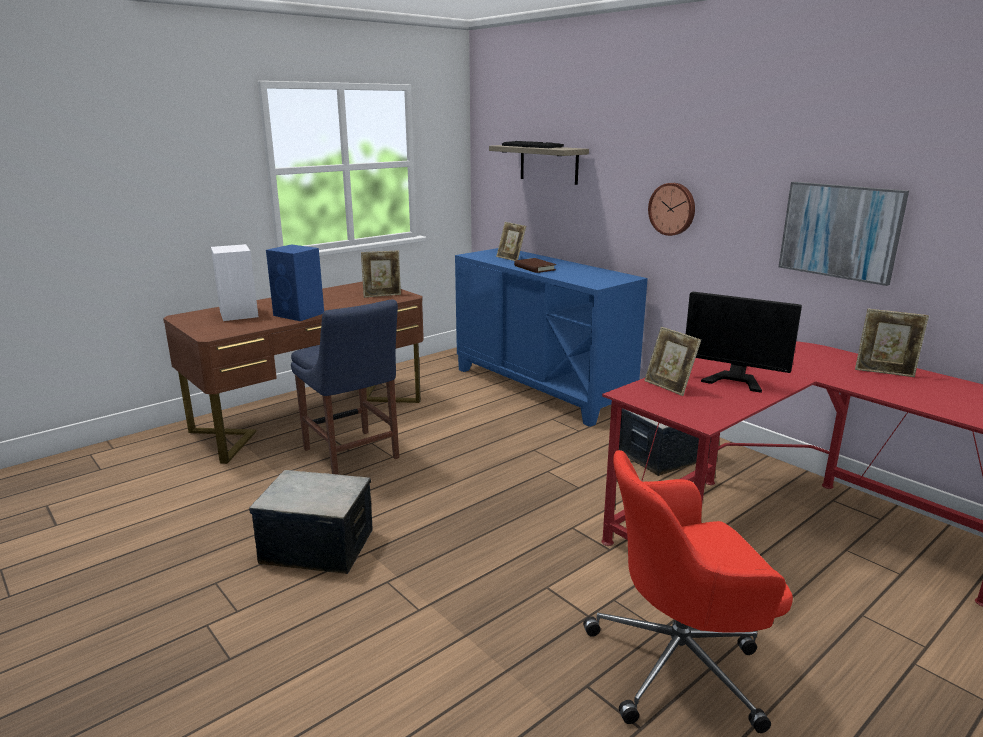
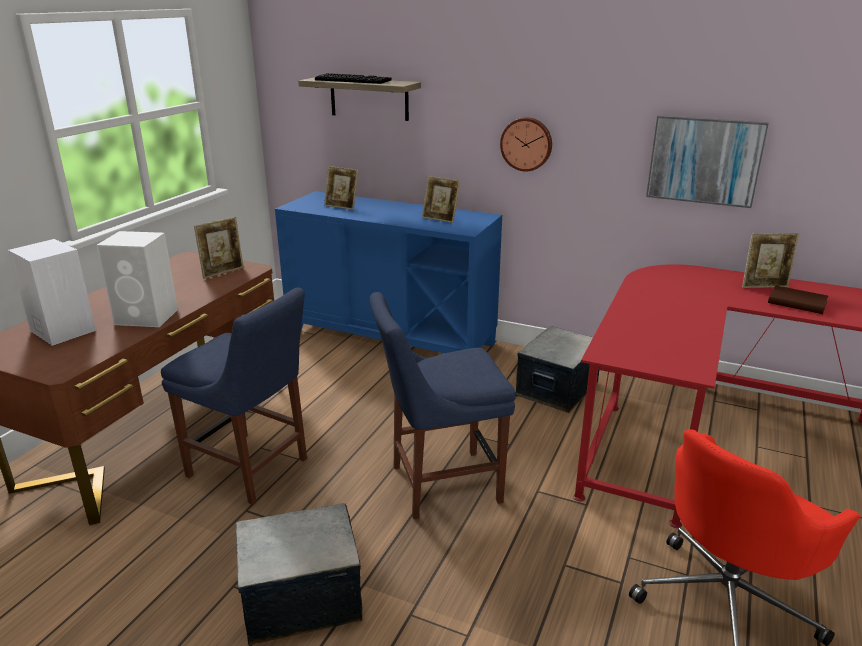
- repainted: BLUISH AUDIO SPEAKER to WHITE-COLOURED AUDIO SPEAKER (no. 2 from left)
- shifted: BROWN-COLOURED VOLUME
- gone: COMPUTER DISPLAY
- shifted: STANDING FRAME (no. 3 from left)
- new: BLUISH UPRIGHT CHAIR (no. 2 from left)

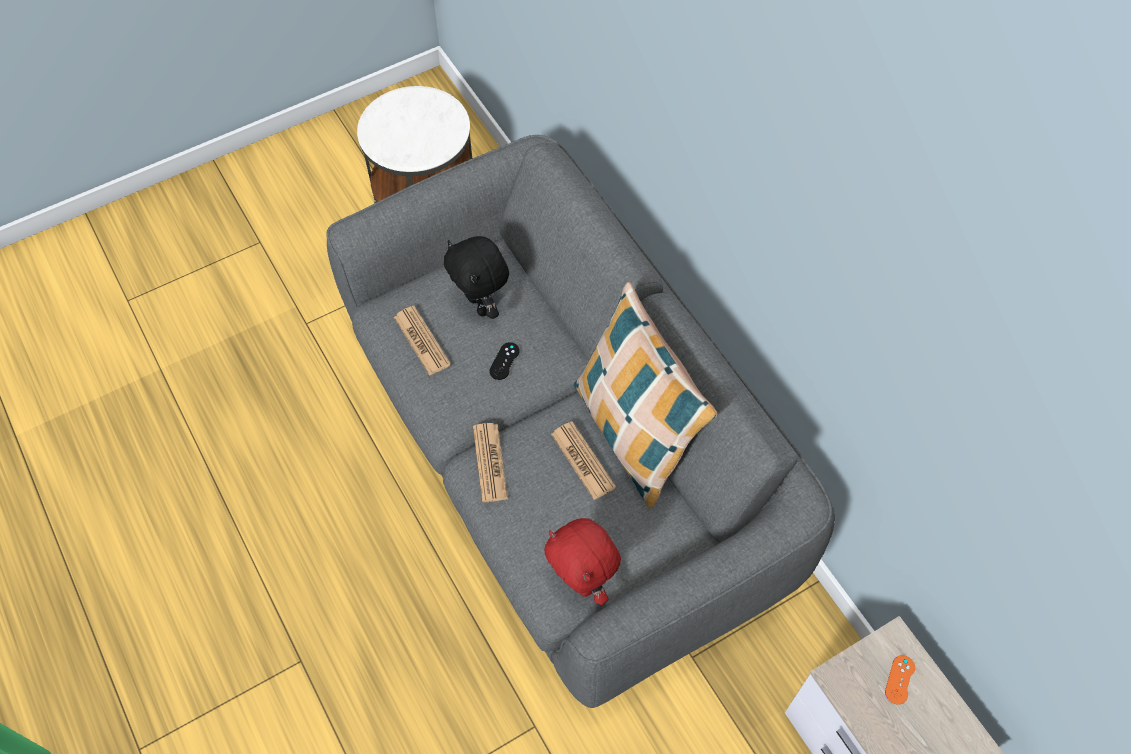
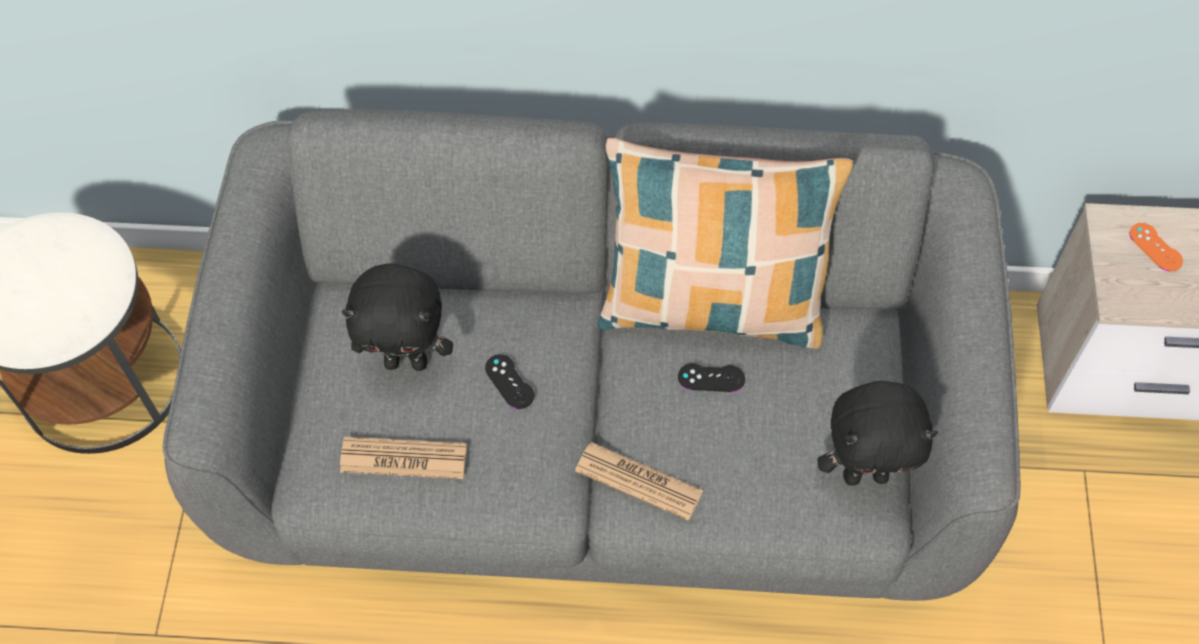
- swapped: PRINTED PAPER (no. 3 from left) to BLACK GAME CONTROLLER (no. 2 from left)
- repainted: RED PLUSH TOY to BLACK PLUSH TOY (no. 2 from left)

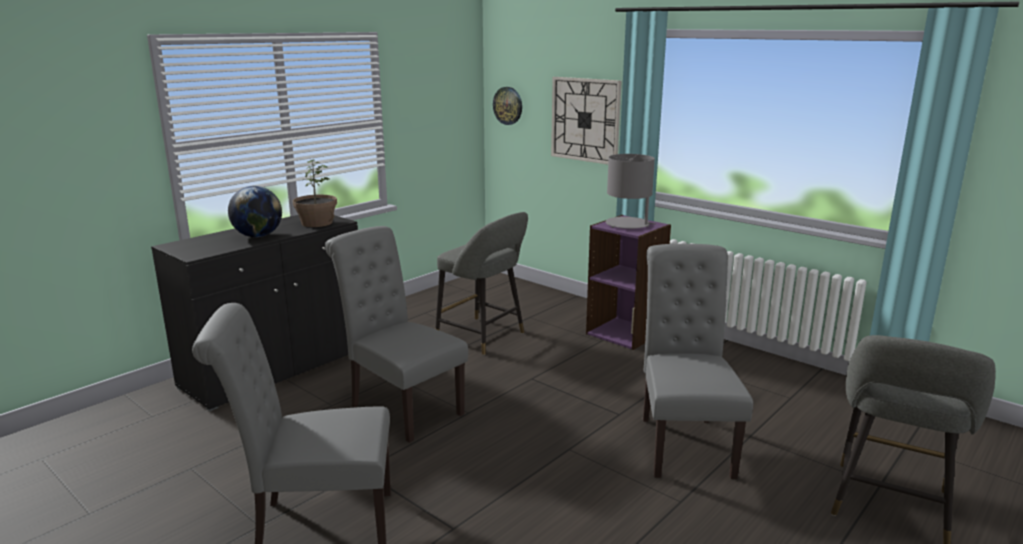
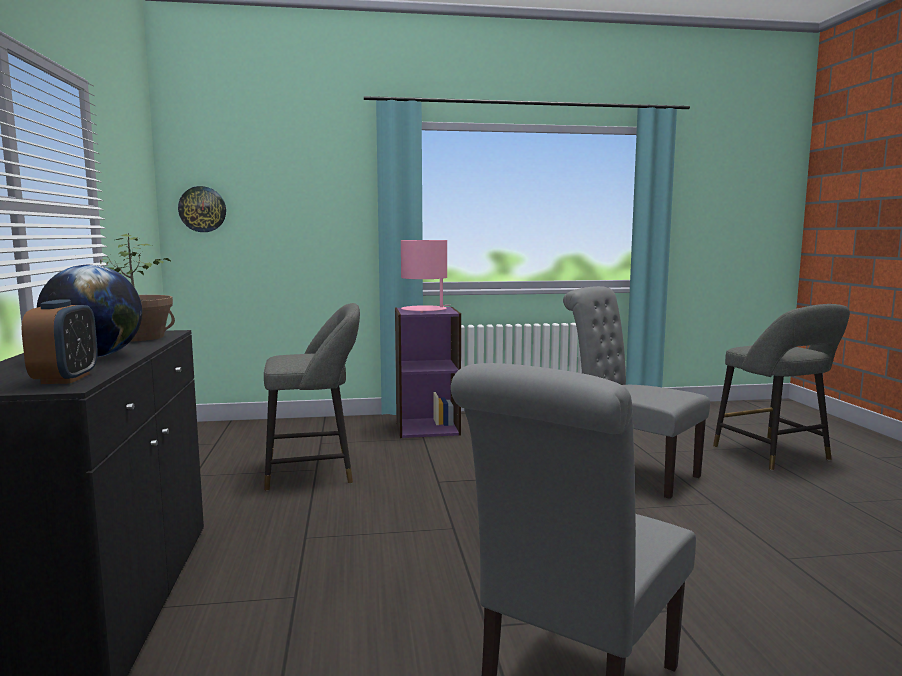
- gone: HANGING CLOCK (no. 2 from left)
- repainted: GRAY TABLE LAMP to PINK-COLOURED TABLE LAMP
- gone: GRAY UPRIGHT CHAIR (no. 2 from left)
- new: TABLE CLOCK

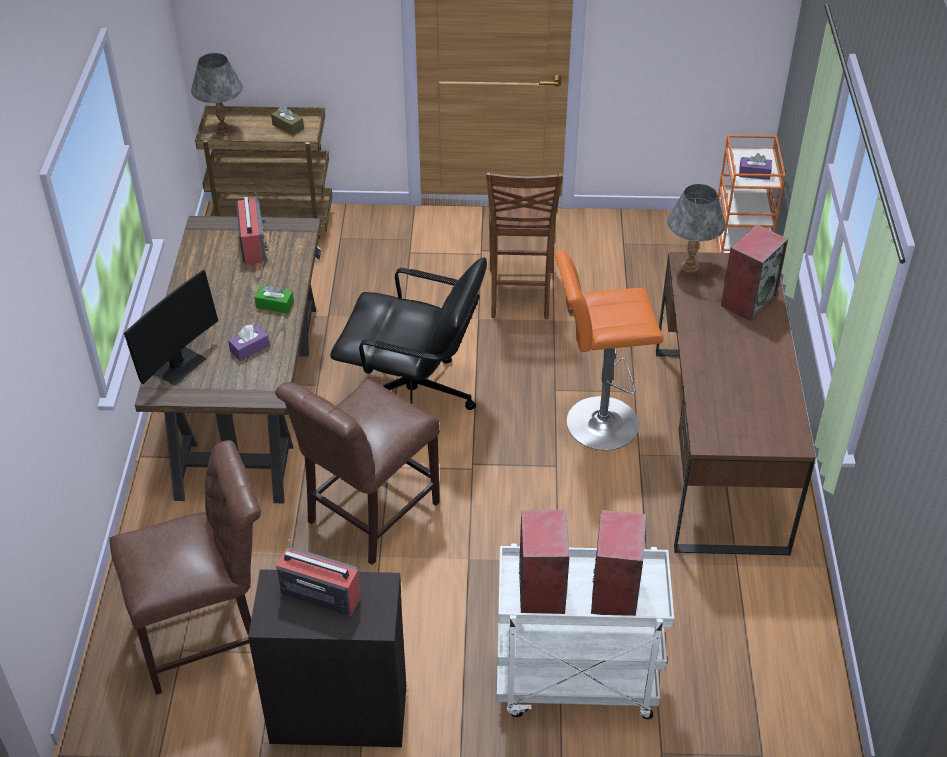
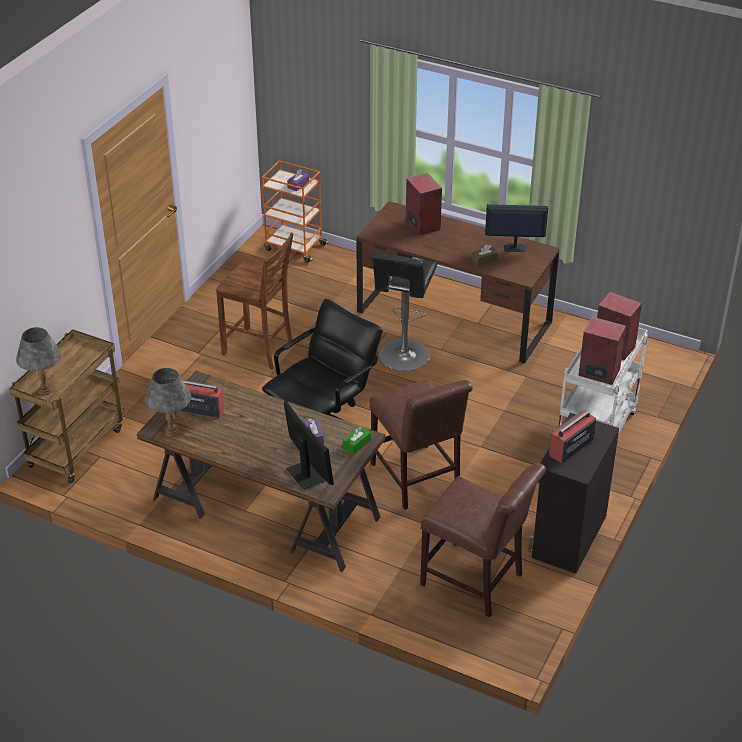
- shifted: BROWN-COLOURED TISSUE HOLDER
- shifted: GRAY TABLE LAMP (no. 2 from left)
- repainted: ORANGEY STOOL to BLACK STOOL
- shifted: GREEN TISSUE HOLDER
- rotated: BROWN-COLOURED UPRIGHT CHAIR (no. 1 from left in the first image) 120 degrees clockwise
- new: COMPUTER DISPLAY (no. 2 from left)

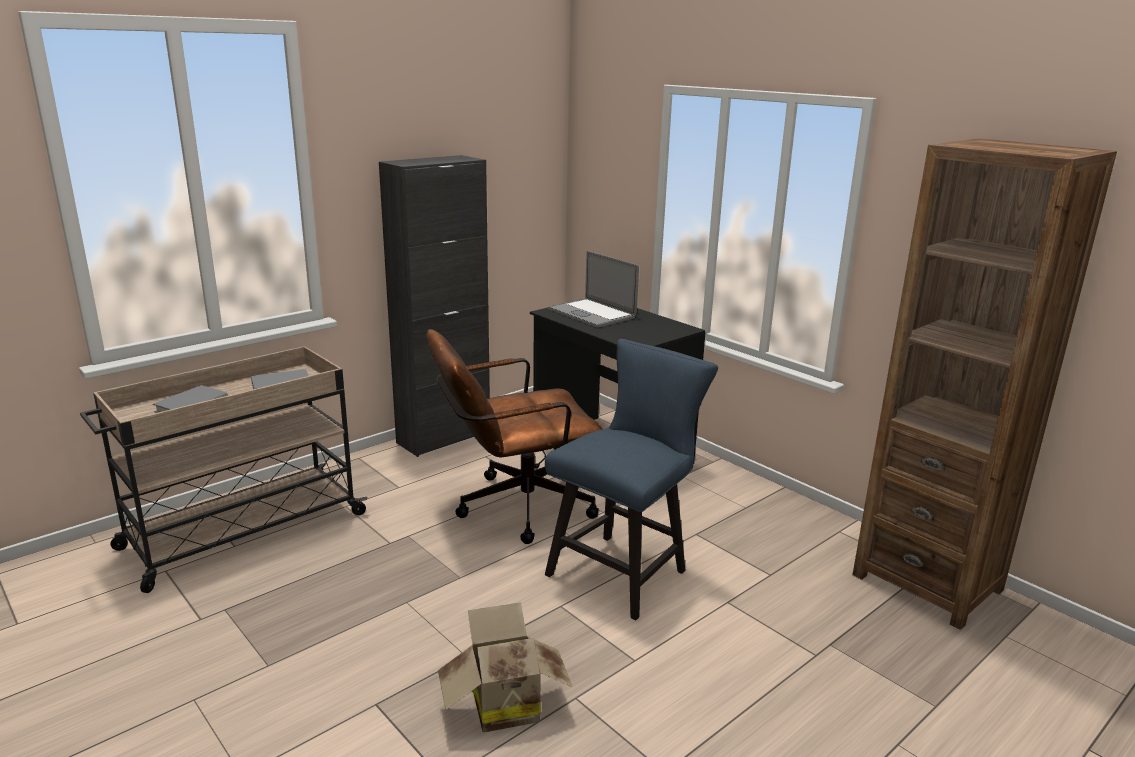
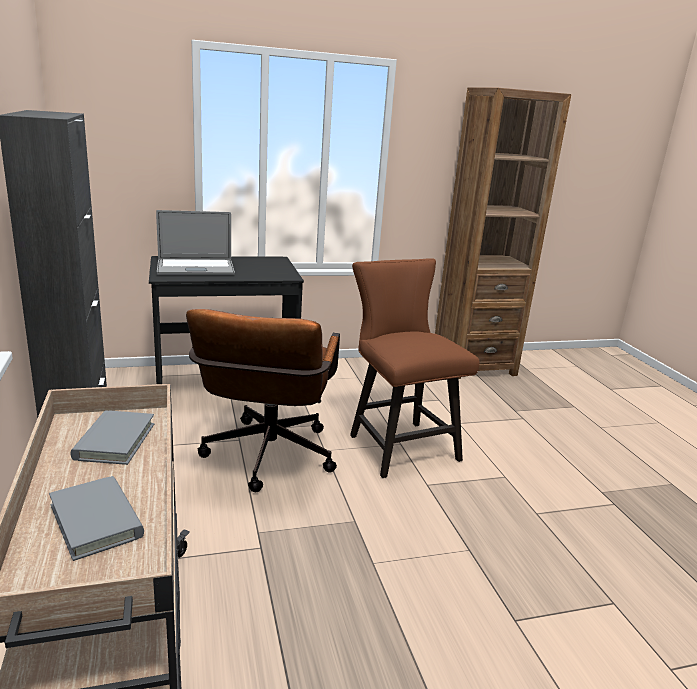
- repainted: BLUISH UPRIGHT CHAIR to BROWN-COLOURED UPRIGHT CHAIR
- gone: CARDBOARD BOX

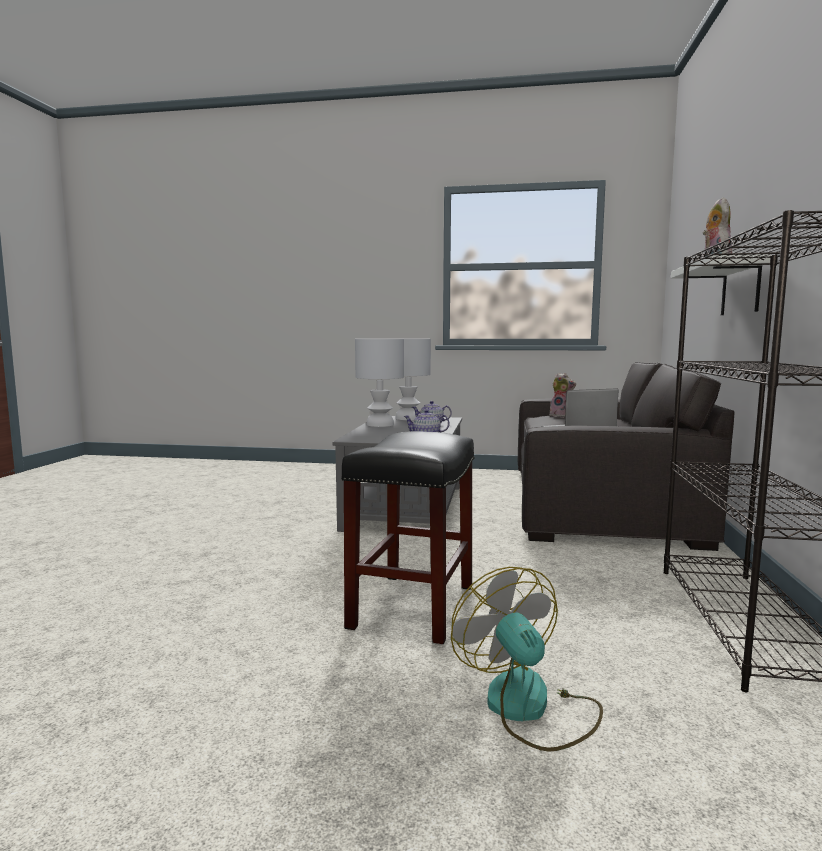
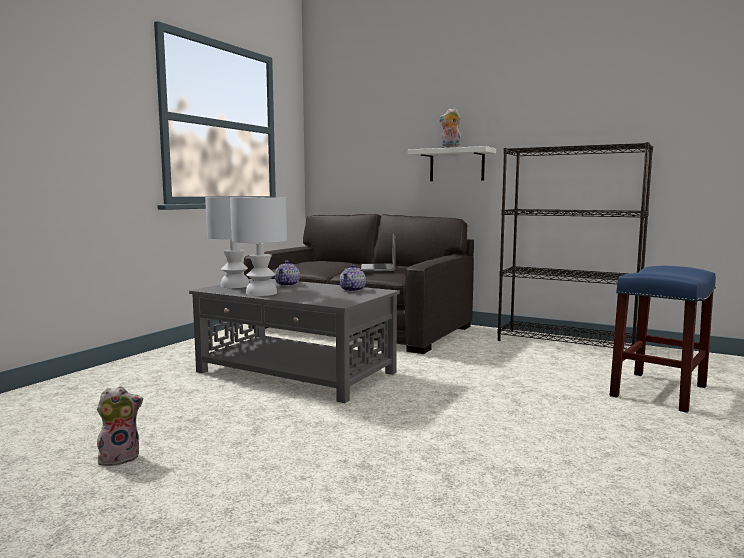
- shifted: PLUSH TOY (no. 1 from left)
- gone: BLACK STOOL
- swapped: ELECTRIC FAN to BLUISH STOOL

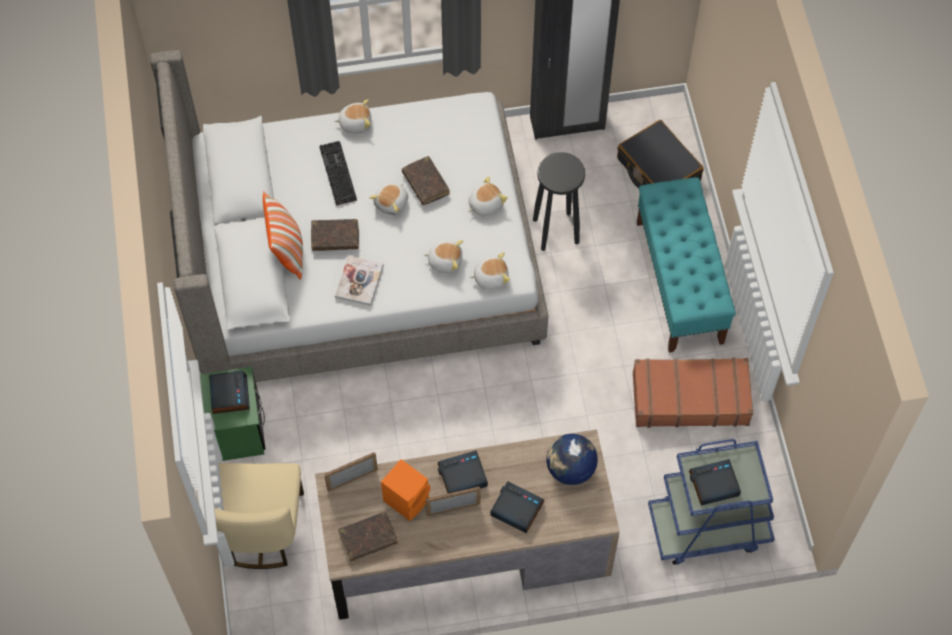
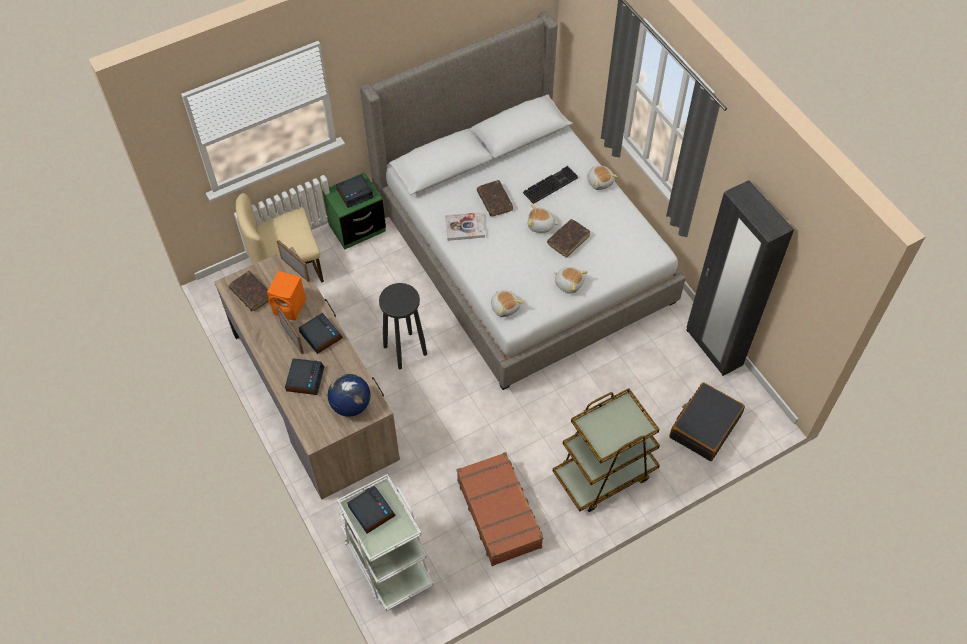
- shifted: BLACK STOOL
- swapped: TURQUOISE LONG SEAT to BROWN-COLOURED CART
- gone: CUSHION
- gone: PLUSH TOY (no. 3 from left)
- repainted: BLUISH CART to WHITE-COLOURED CART

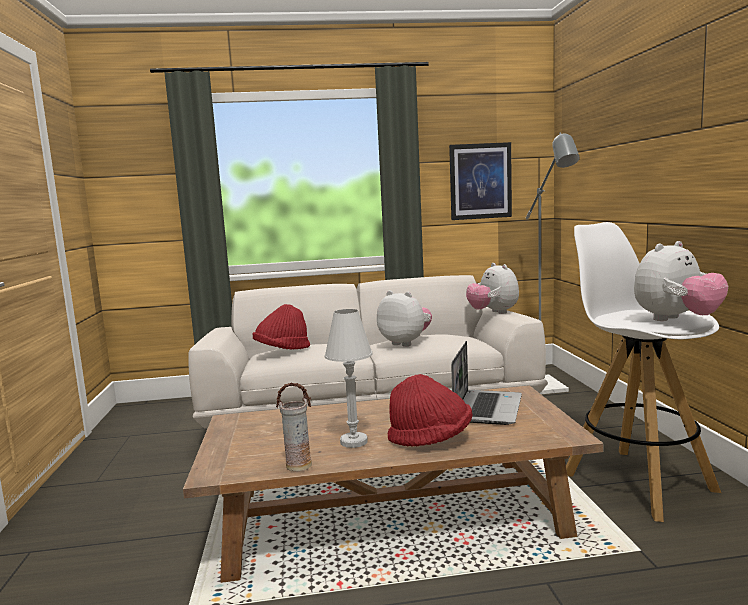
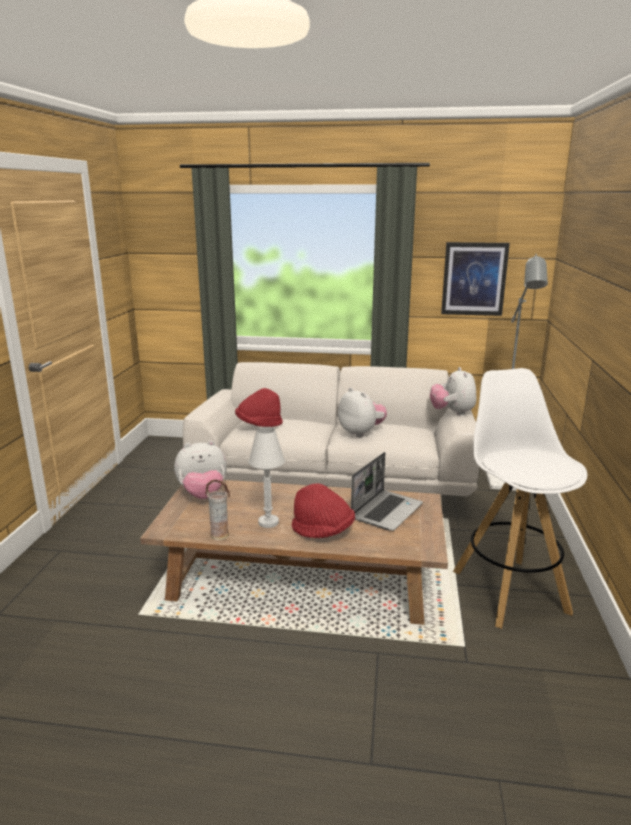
- shifted: PLUSH TOY (no. 3 from left in the first image) to PLUSH TOY (no. 1 from left)

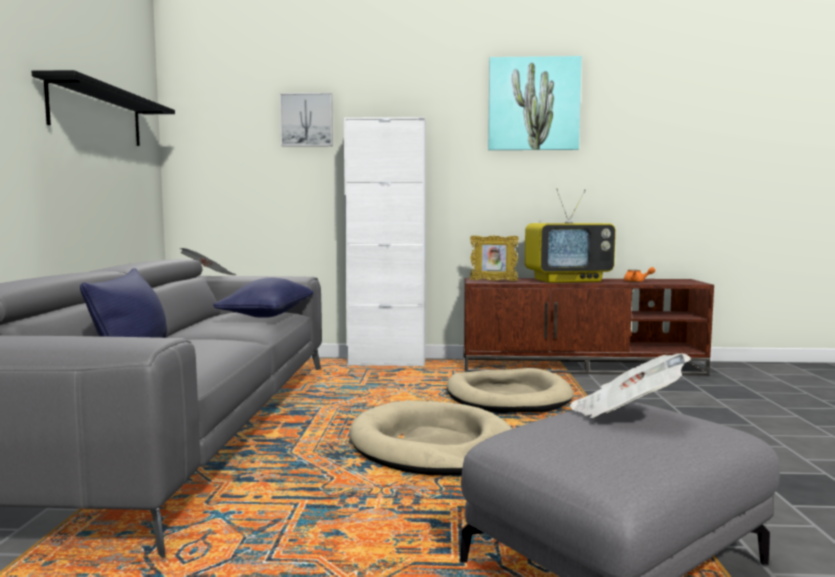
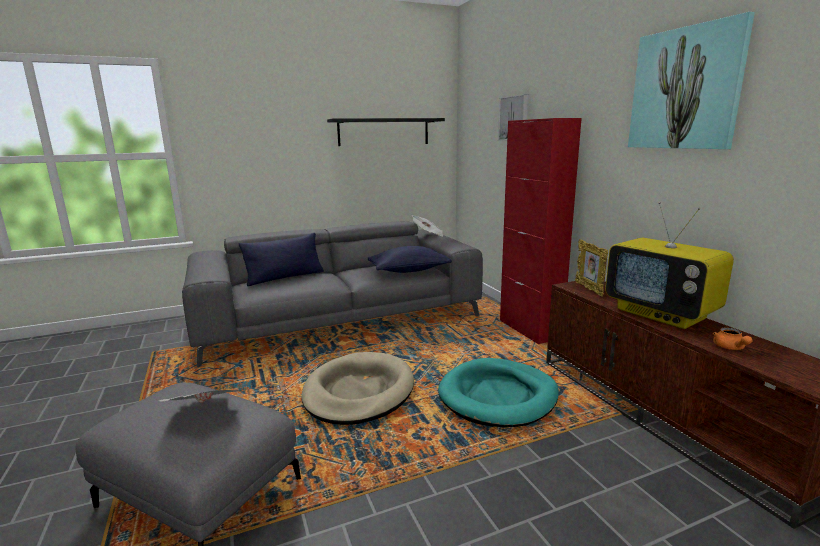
- repainted: WHITE-COLOURED CABINET to RED CABINET
- repainted: SAND-COLOURED DOG CUSHION (no. 2 from left) to TURQUOISE DOG CUSHION

